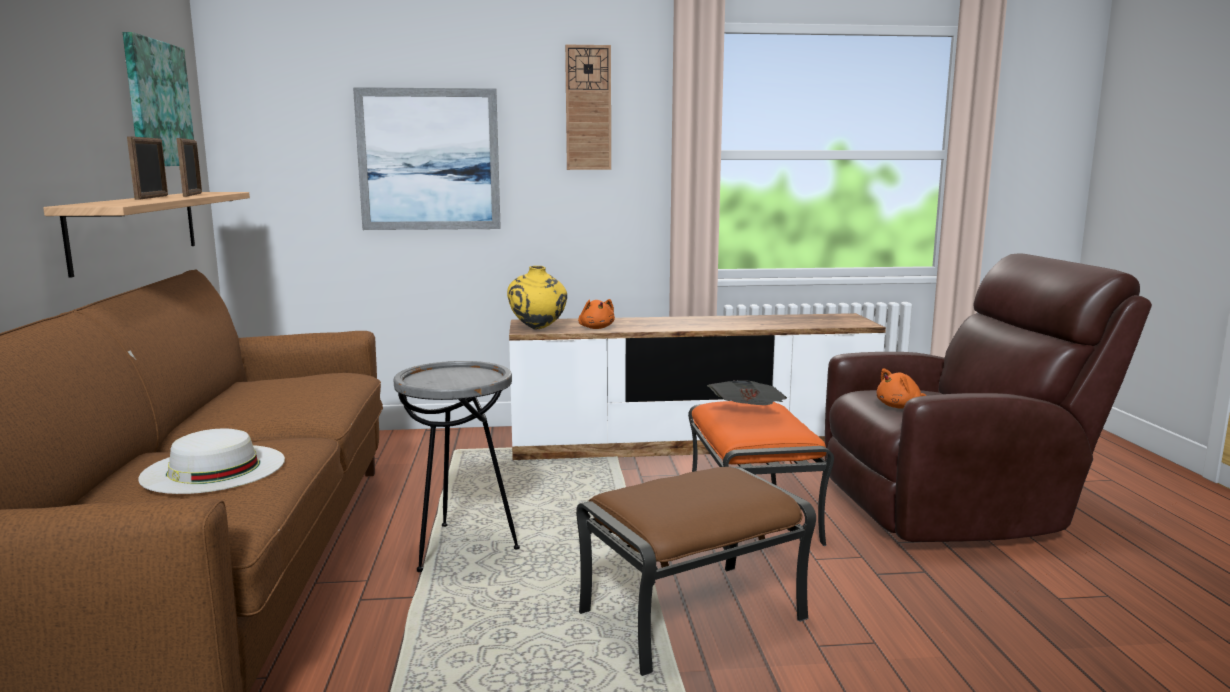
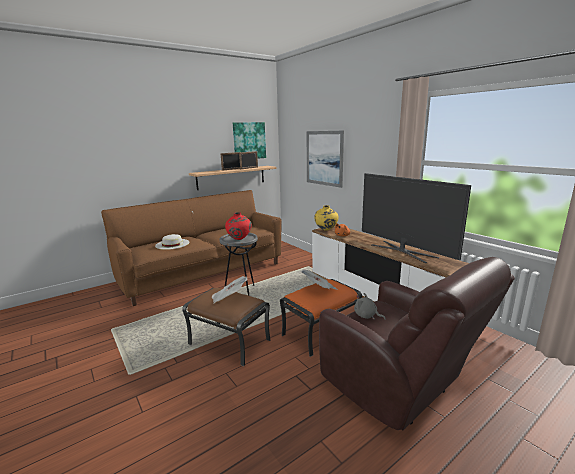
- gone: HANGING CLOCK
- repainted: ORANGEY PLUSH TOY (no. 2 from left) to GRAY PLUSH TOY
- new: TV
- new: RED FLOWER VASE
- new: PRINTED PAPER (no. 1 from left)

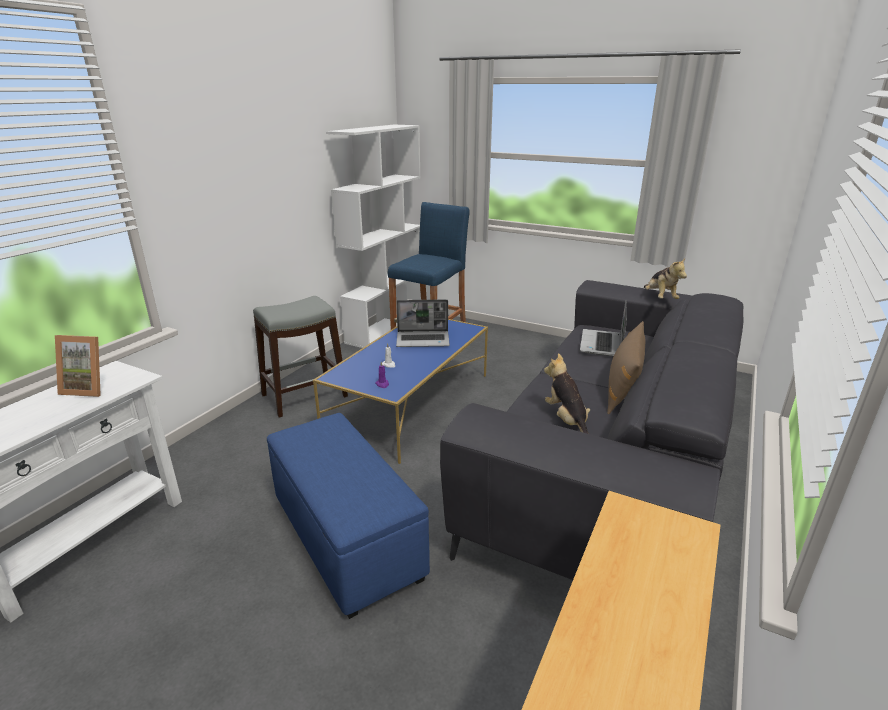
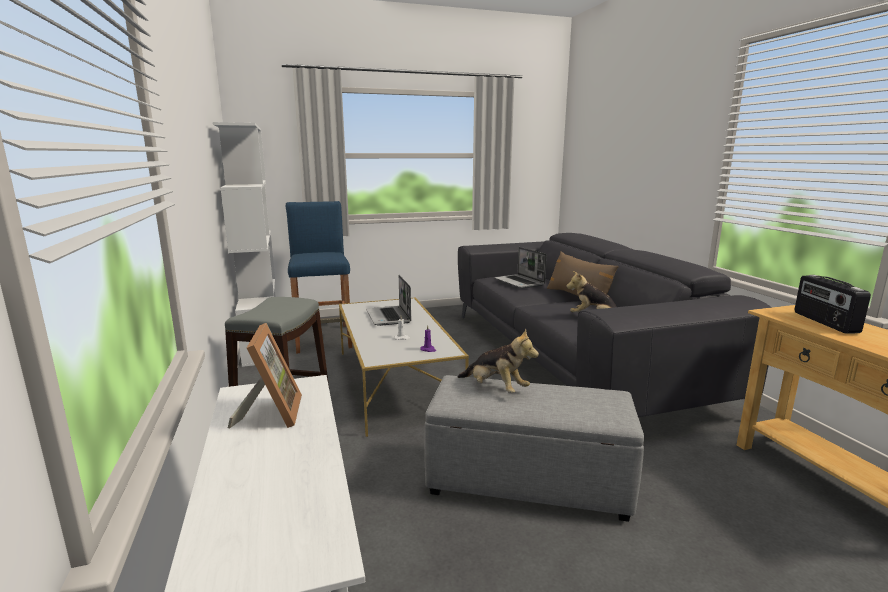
- shifted: PLUSH TOY (no. 2 from left in the first image) to PLUSH TOY (no. 1 from left)
- rotated: PORTABLE COMPUTER (no. 1 from left) 120 degrees clockwise
- repainted: BLUISH LOW TABLE to WHITE-COLOURED LOW TABLE
- rotated: STANDING FRAME 60 degrees counterclockwise
- repainted: BLUISH POUFFE to GRAY POUFFE
- new: RADIO

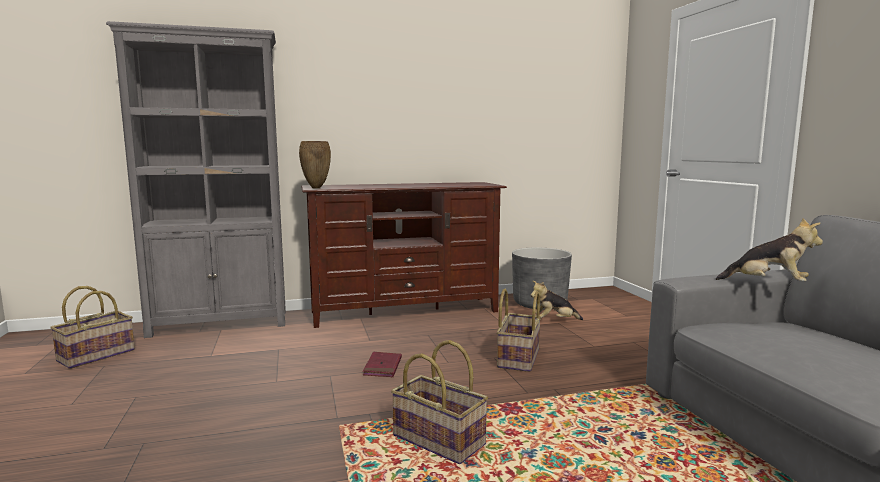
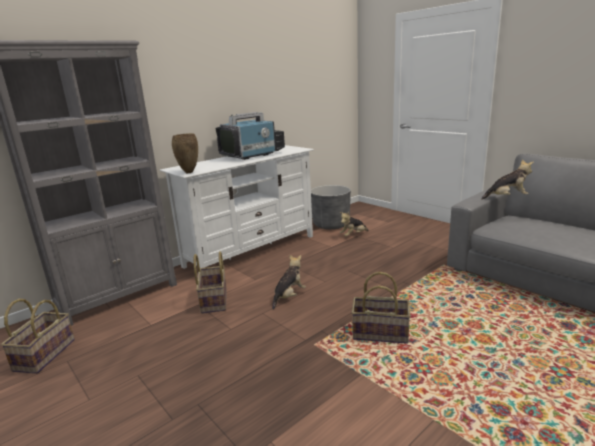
- repainted: BROWN-COLOURED TV STAND to WHITE-COLOURED TV STAND
- shifted: BASKET (no. 3 from left in the first image) to BASKET (no. 2 from left)
- swapped: RED VOLUME to PLUSH TOY (no. 1 from left)
- new: TV

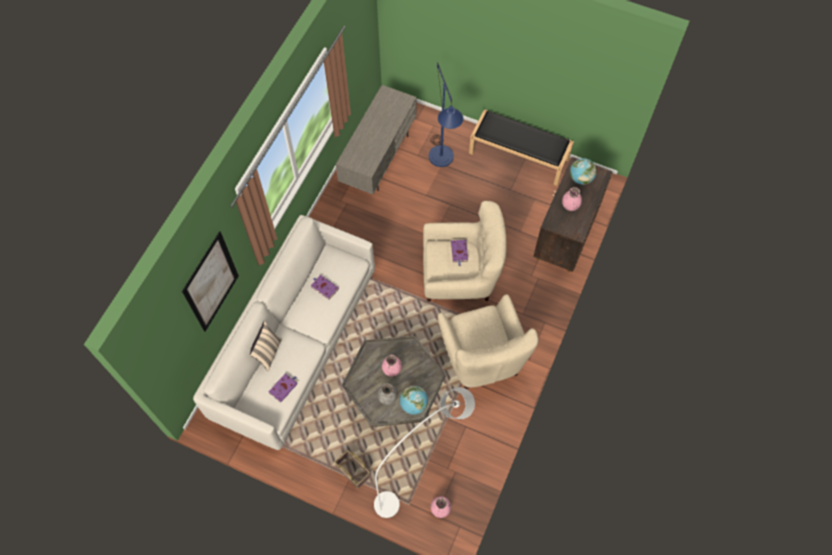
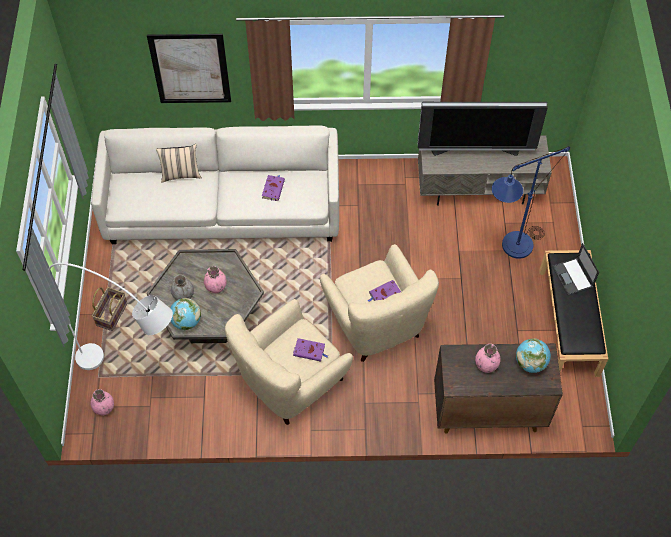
- shifted: PURPLE-COLOURED VOLUME (no. 1 from left in the first image) to PURPLE-COLOURED VOLUME (no. 2 from left)
- new: TV
- new: PORTABLE COMPUTER

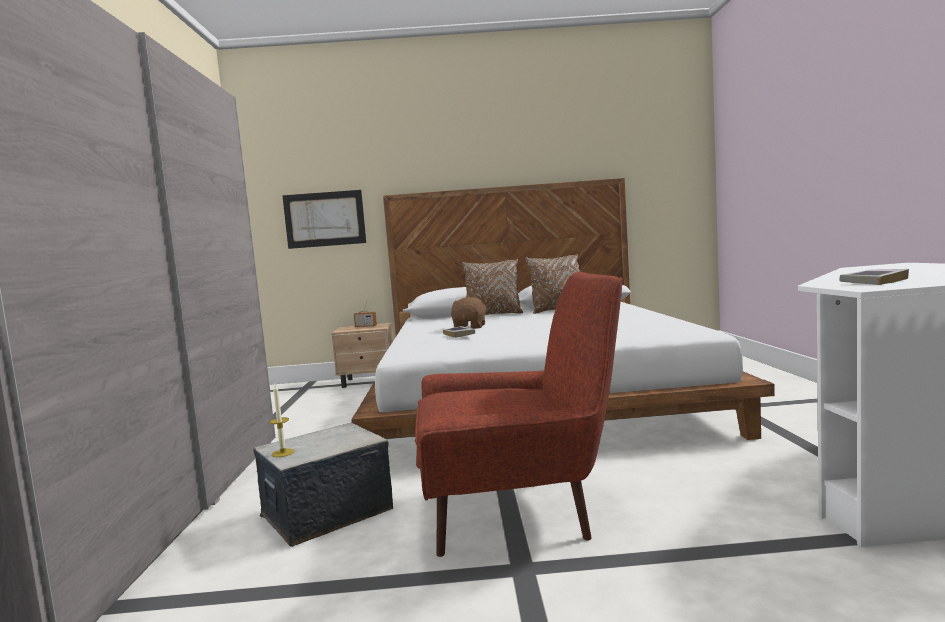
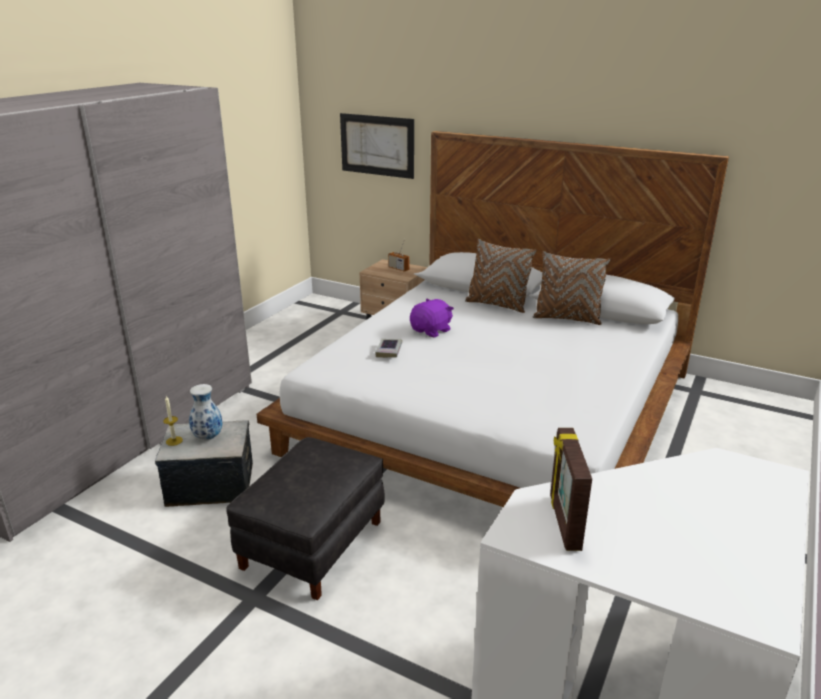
- swapped: VOLUME (no. 2 from left) to STANDING FRAME
- swapped: RED ARMCHAIR to BLACK POUFFE
- repainted: BROWN-COLOURED PLUSH TOY to PURPLE-COLOURED PLUSH TOY
- new: FLOWER VASE

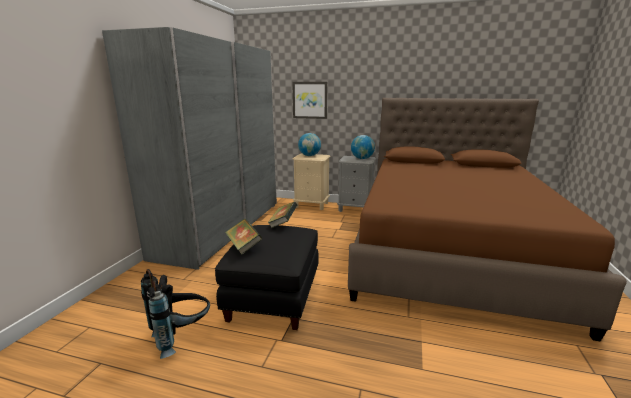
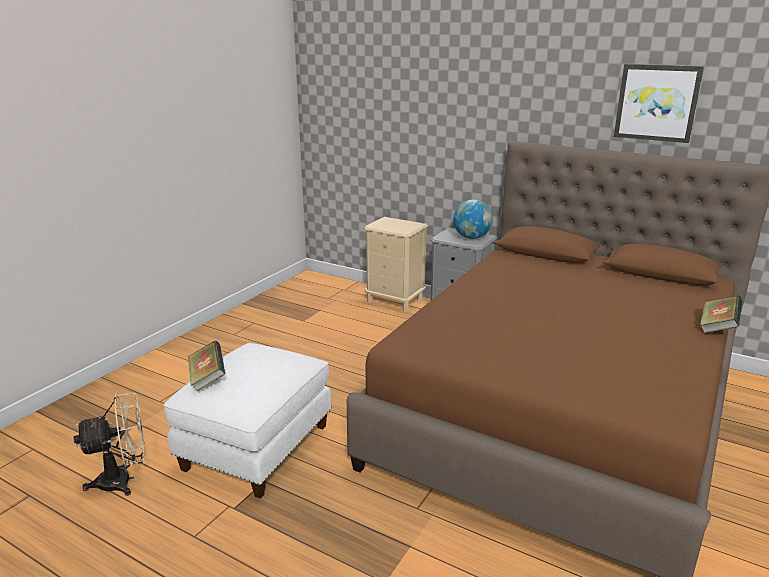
- gone: GRAY CLOTHES CUPBOARD
- shifted: WALL ART
- gone: WORLD GLOBE (no. 1 from left)
- shifted: VOLUME (no. 2 from left)
- repainted: BLACK POUFFE to WHITE-COLOURED POUFFE
- swapped: BLACK BACKPACK to SAND-COLOURED ELECTRIC FAN

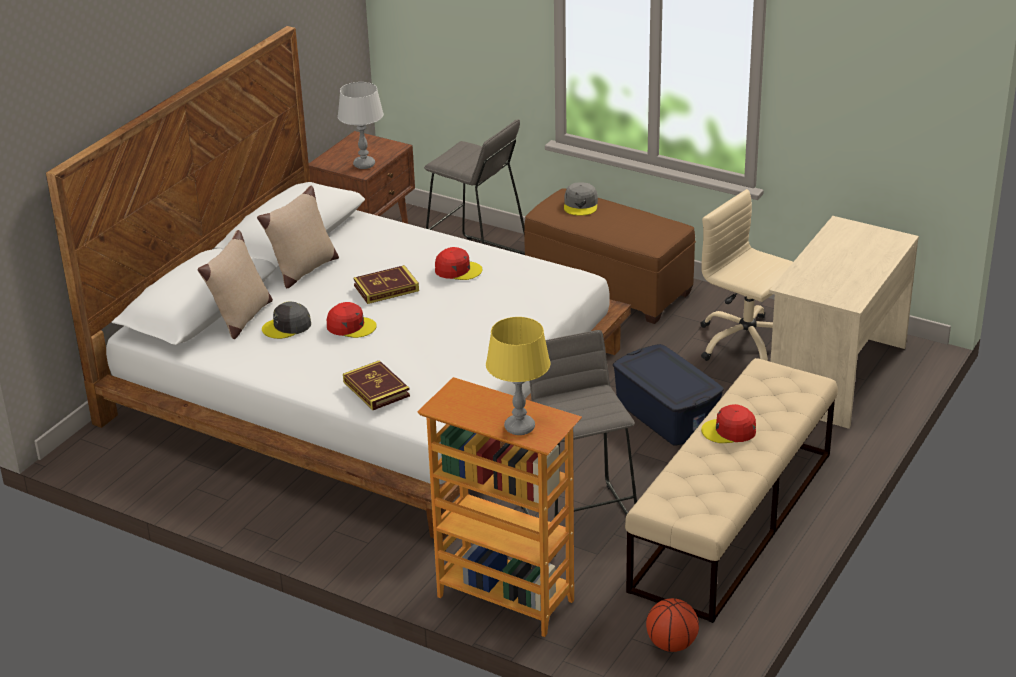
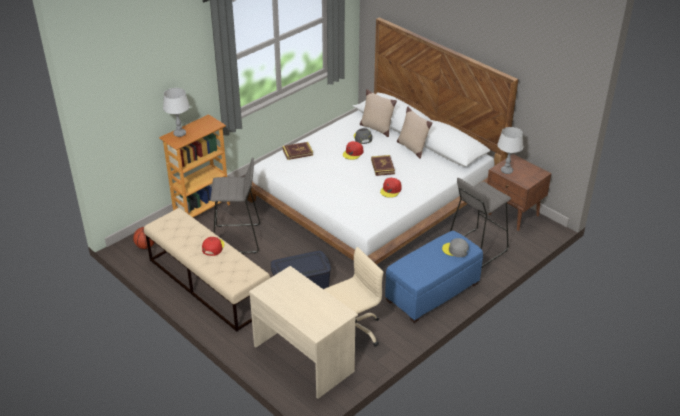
- repainted: BROWN-COLOURED POUFFE to BLUISH POUFFE
- repainted: YELLOW TABLE LAMP to GRAY TABLE LAMP (no. 1 from left)

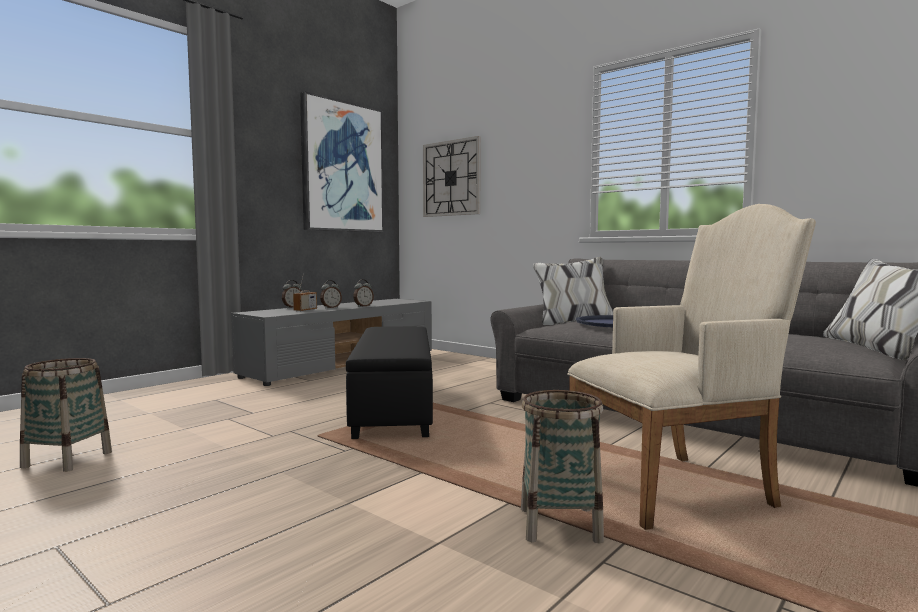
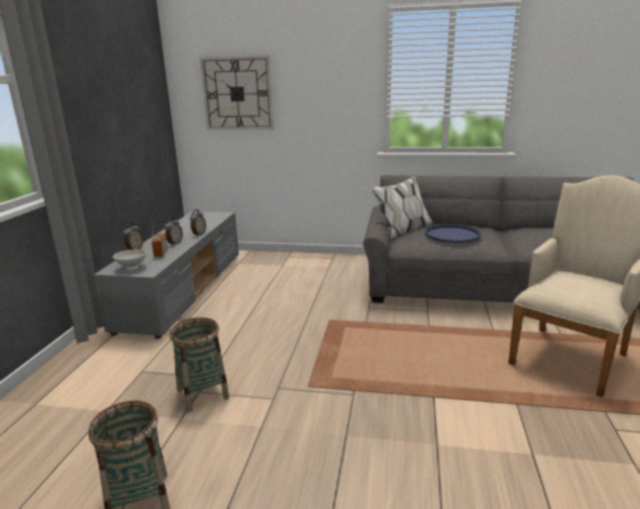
- gone: WALL ART
- gone: BLACK POUFFE
- shifted: BASKET (no. 2 from left)
- new: WHITE-COLOURED DEEP DISH

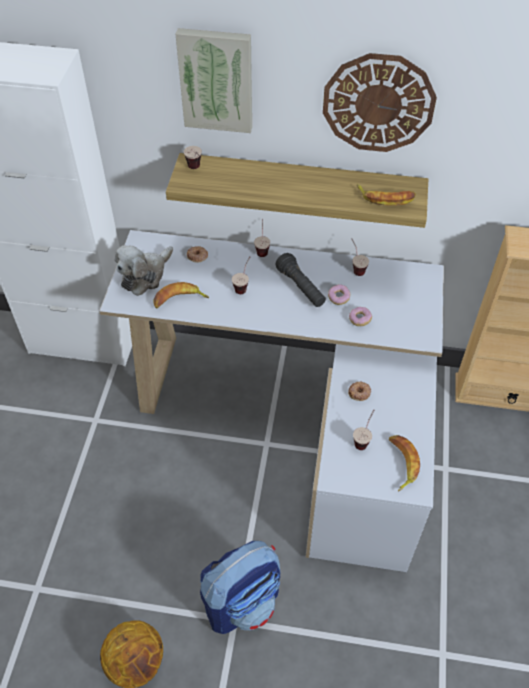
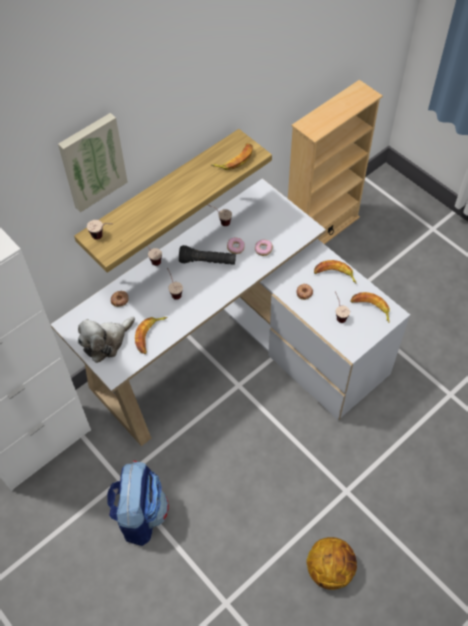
- gone: HANGING CLOCK
- rotated: PLUSH TOY 60 degrees clockwise
- shifted: BACKPACK
- new: WHOLE BANANA (no. 3 from left)

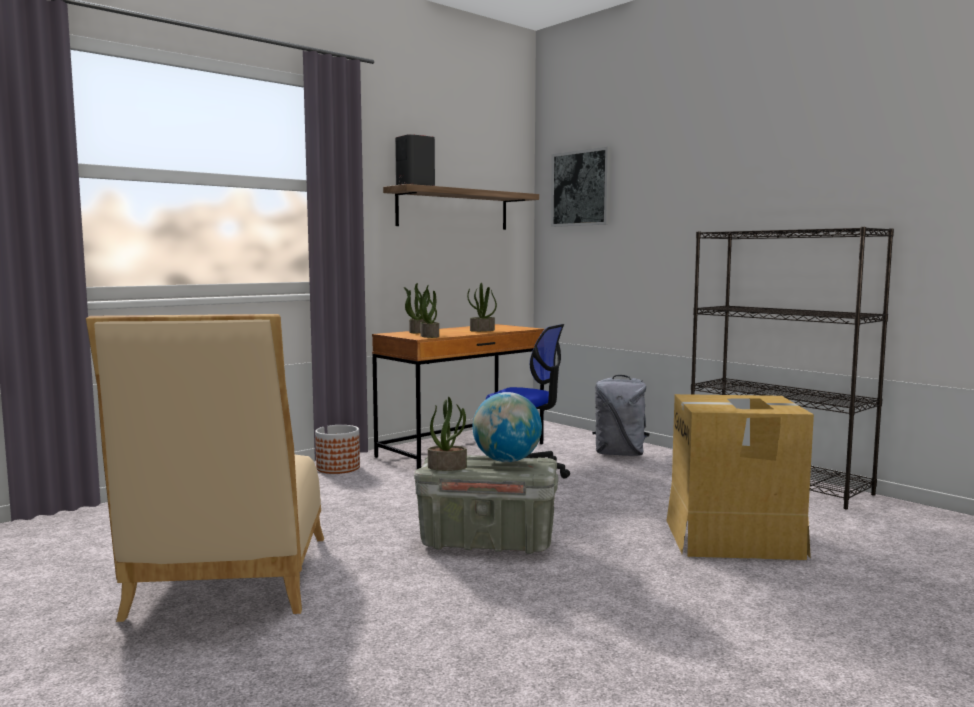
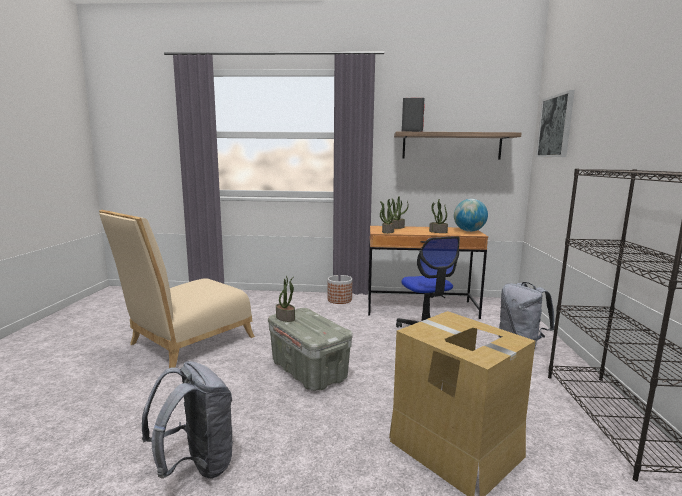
- shifted: WORLD GLOBE
- new: GRAY BACKPACK (no. 1 from left)

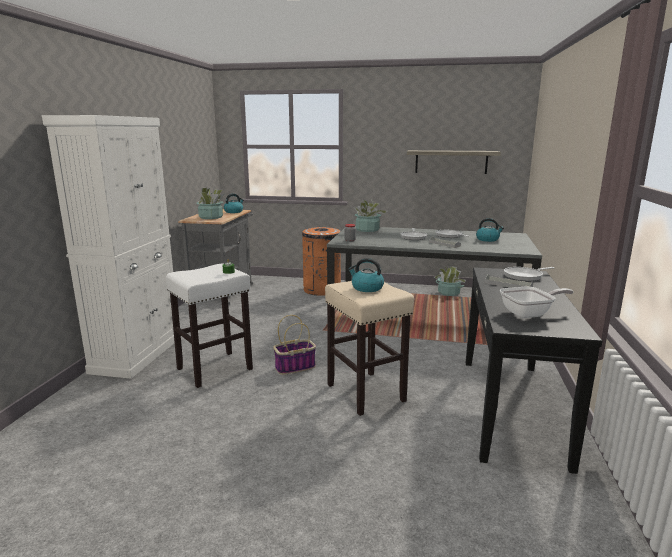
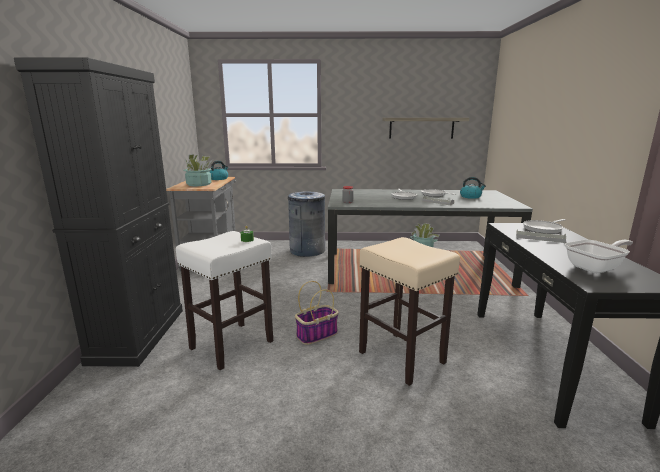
- repainted: WHITE-COLOURED CABINET to BLACK CABINET
- gone: HOUSEPLANT (no. 2 from left)
- repainted: ORANGEY WASTE BIN to GRAY WASTE BIN
- gone: WATER KETTLE (no. 2 from left)

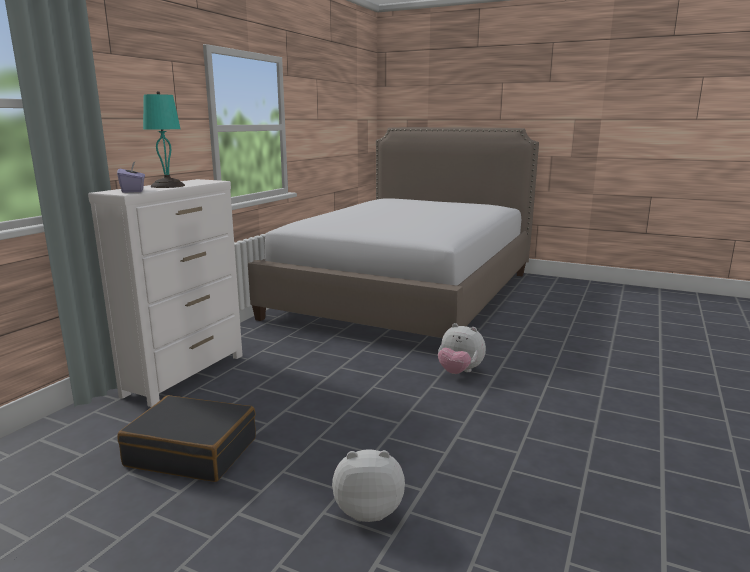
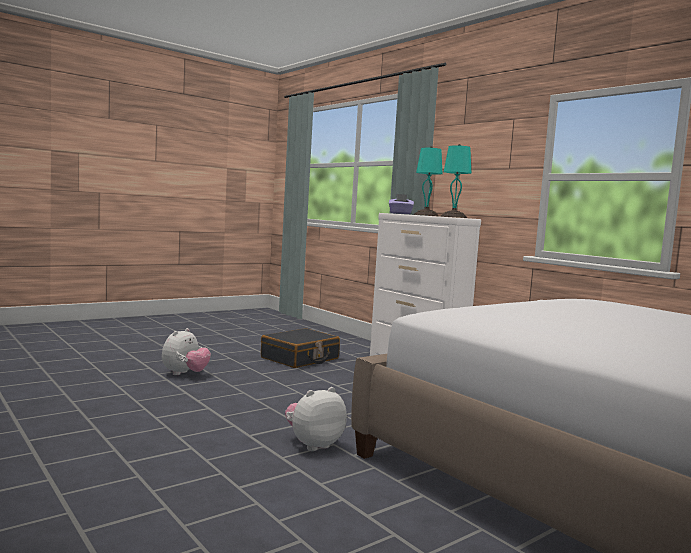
- new: TURQUOISE TABLE LAMP (no. 2 from left)

